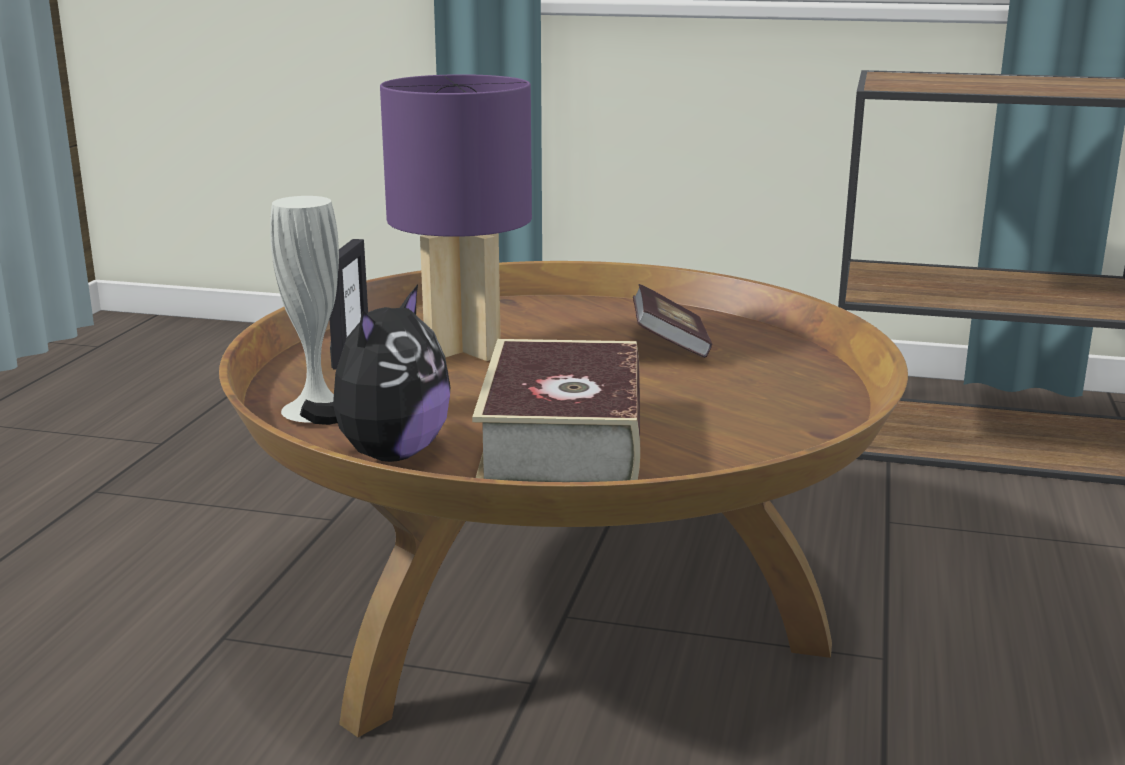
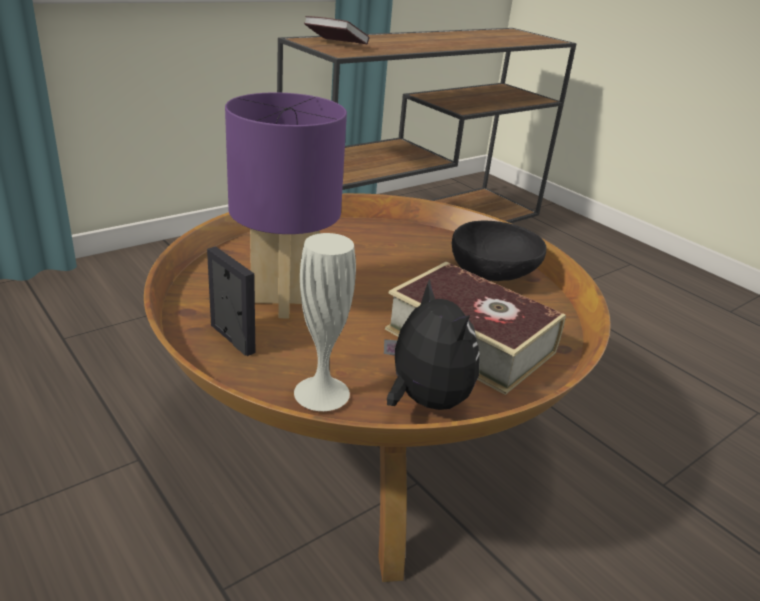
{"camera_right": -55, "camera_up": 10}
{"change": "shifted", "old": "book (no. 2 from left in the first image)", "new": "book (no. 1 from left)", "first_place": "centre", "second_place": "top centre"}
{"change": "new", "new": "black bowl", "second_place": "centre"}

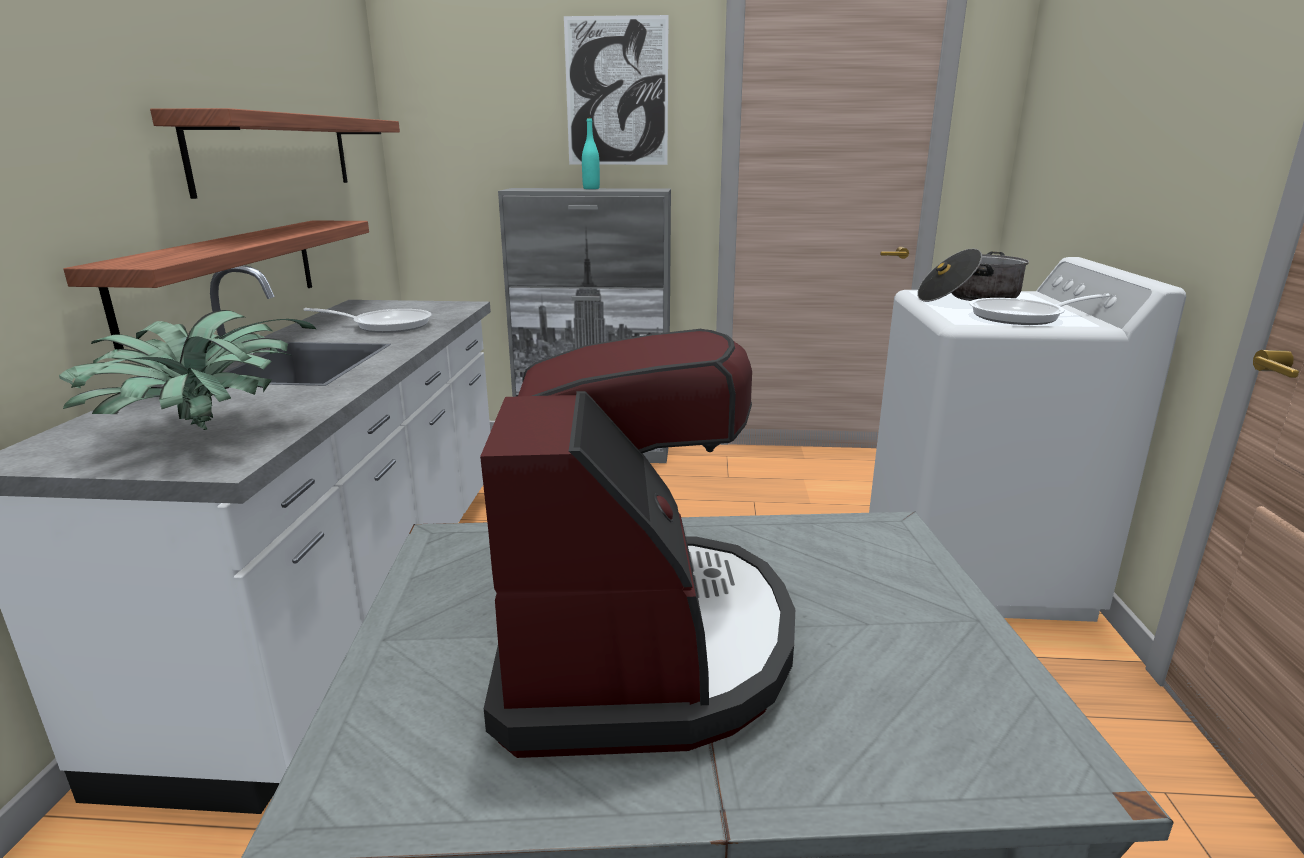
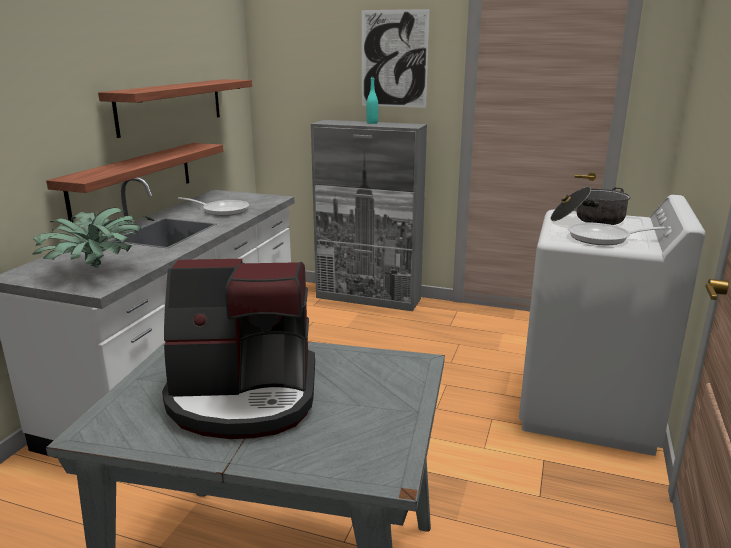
{"camera_right": 15, "camera_up": 0}
{"change": "rotated", "old": "coffee machine", "first_place": "centre", "second_place": "middle left", "degrees": 75}

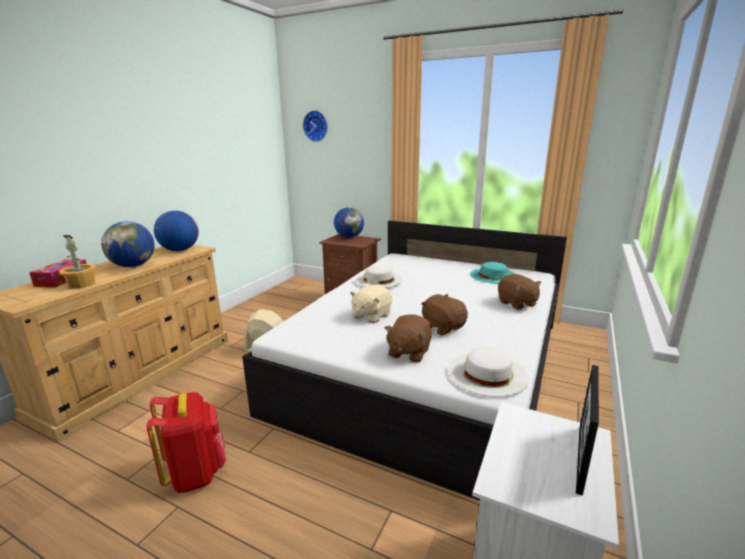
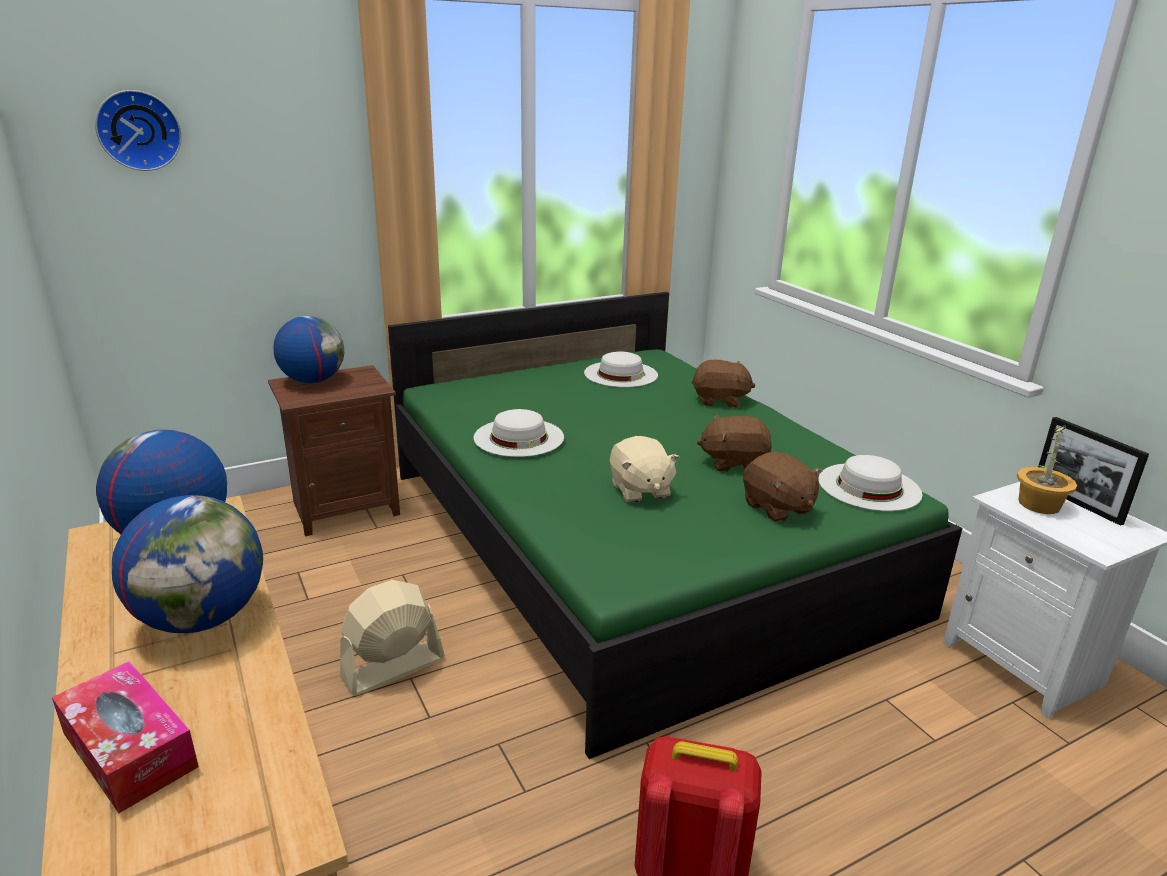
{"camera_right": -55, "camera_up": 5}
{"change": "repainted", "old": "white bed", "new": "green bed", "first_place": "centre", "second_place": "centre"}
{"change": "repainted", "old": "turquoise hat", "new": "white hat (no. 2 from left)", "first_place": "centre", "second_place": "centre"}
{"change": "shifted", "old": "potted plant", "first_place": "middle left", "second_place": "middle right"}

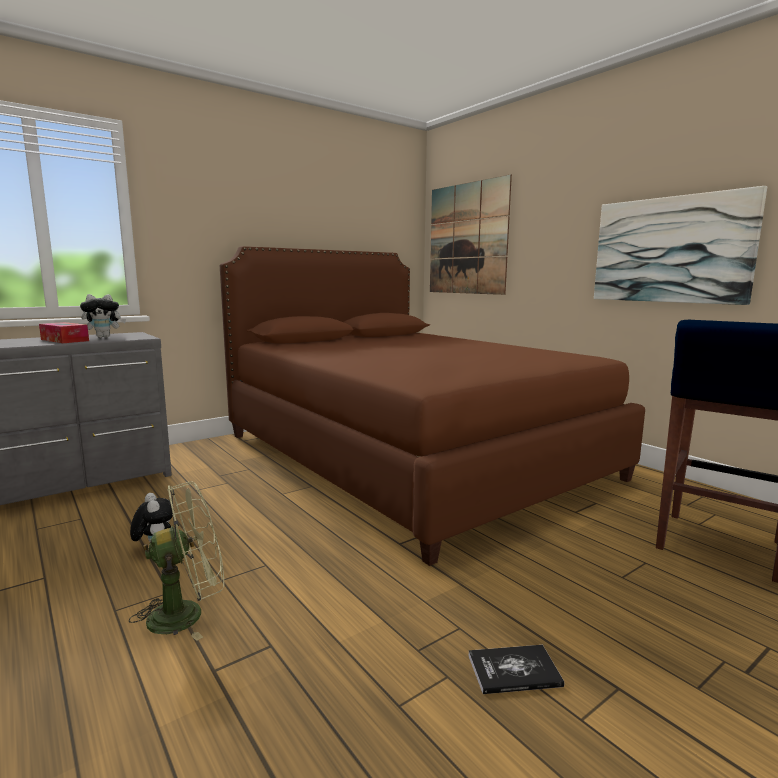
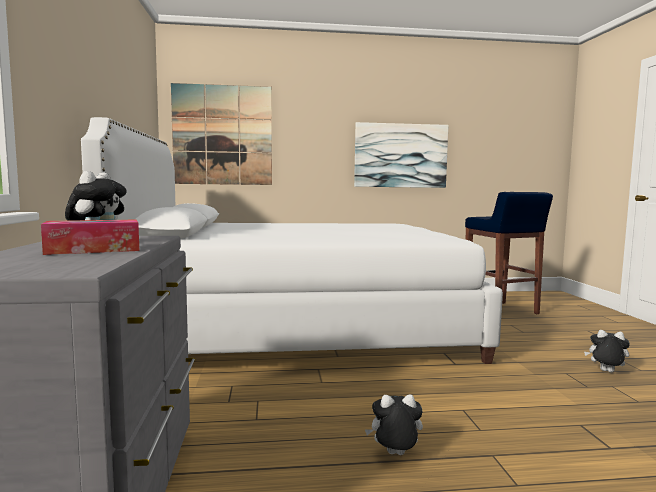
{"camera_right": -60, "camera_up": -5}
{"change": "repainted", "old": "brown bed", "new": "white bed", "first_place": "centre", "second_place": "centre"}
{"change": "swapped", "old": "book", "new": "plush toy (no. 3 from left)", "first_place": "bottom centre", "second_place": "bottom right"}
{"change": "gone", "old": "green fan", "first_place": "bottom left"}

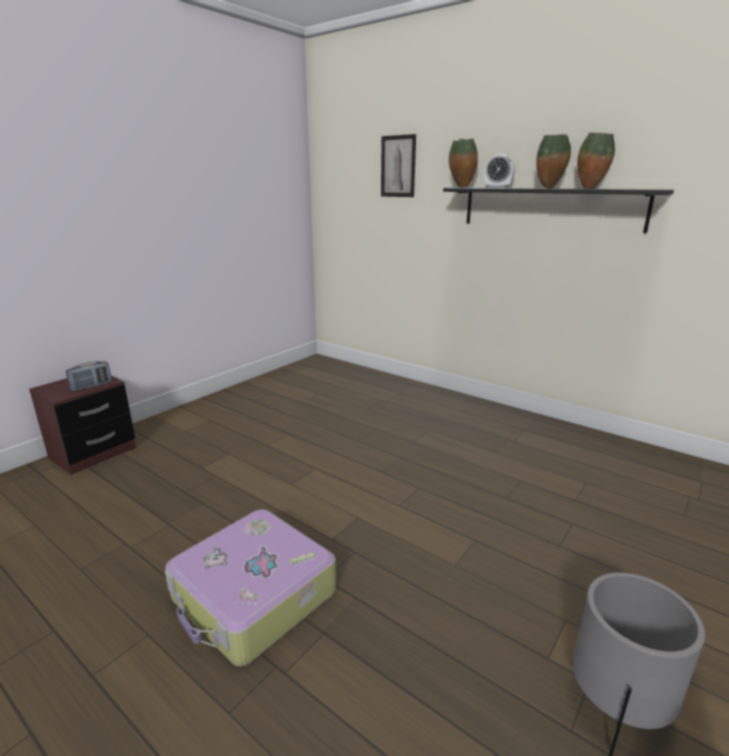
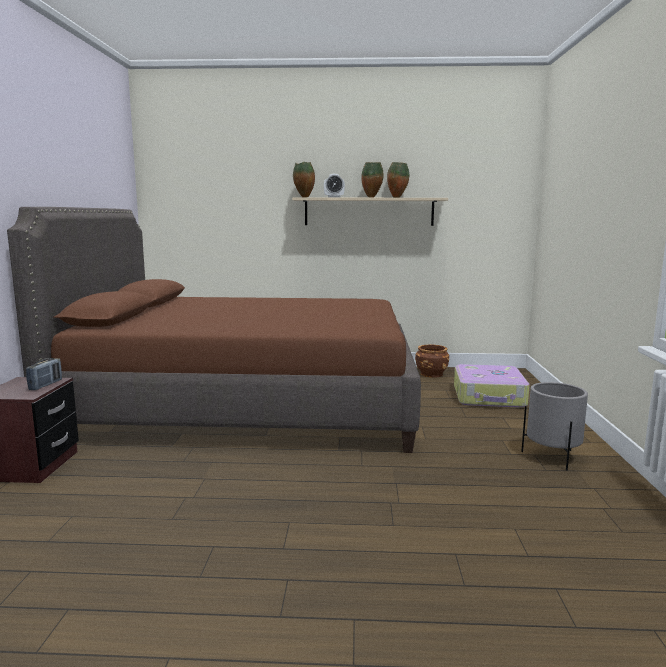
{"camera_right": -35, "camera_up": -10}
{"change": "new", "new": "brown bed", "second_place": "middle left"}
{"change": "repainted", "old": "black shelf", "new": "beige shelf", "first_place": "top right", "second_place": "top centre"}
{"change": "new", "new": "brown planter", "second_place": "centre"}
{"change": "shifted", "old": "suitcase", "first_place": "bottom centre", "second_place": "middle right"}
{"change": "gone", "old": "picture", "first_place": "top centre"}

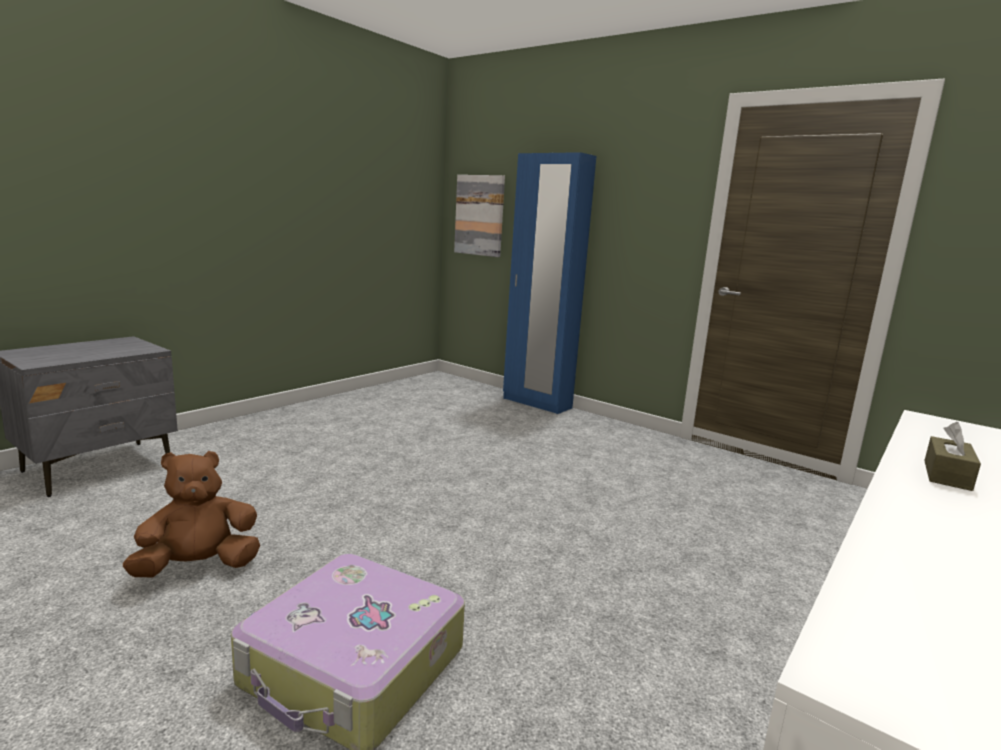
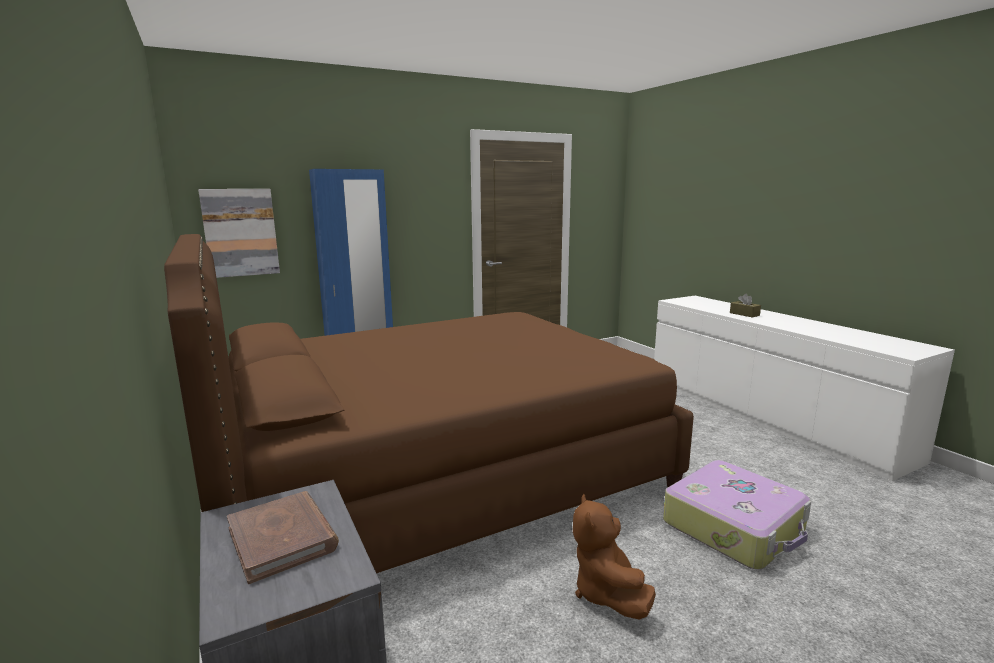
{"camera_right": -65, "camera_up": 0}
{"change": "new", "new": "brown bed", "second_place": "centre"}
{"change": "new", "new": "brown book", "second_place": "bottom left"}

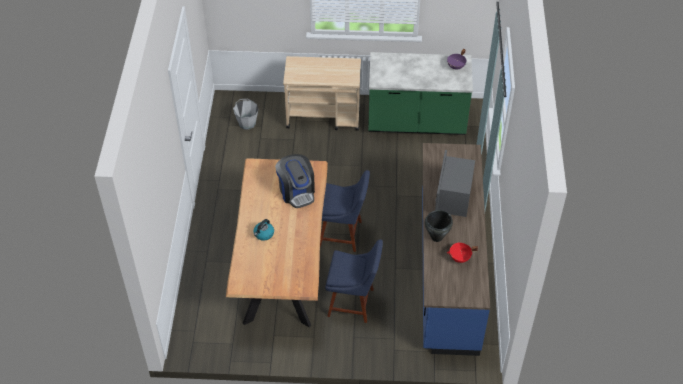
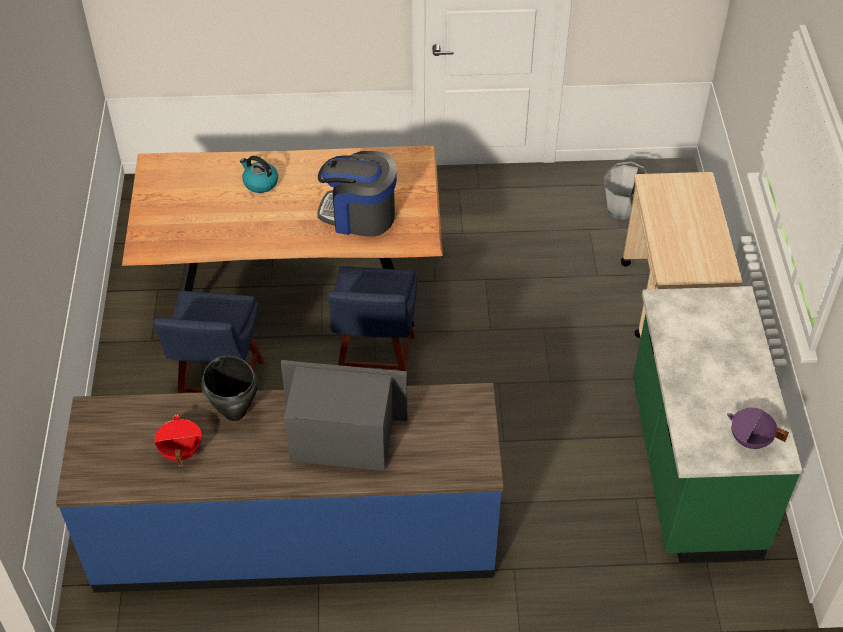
{"camera_right": 85, "camera_up": 0}
{"change": "rotated", "old": "coffee machine", "first_place": "centre", "second_place": "top centre", "degrees": 45}

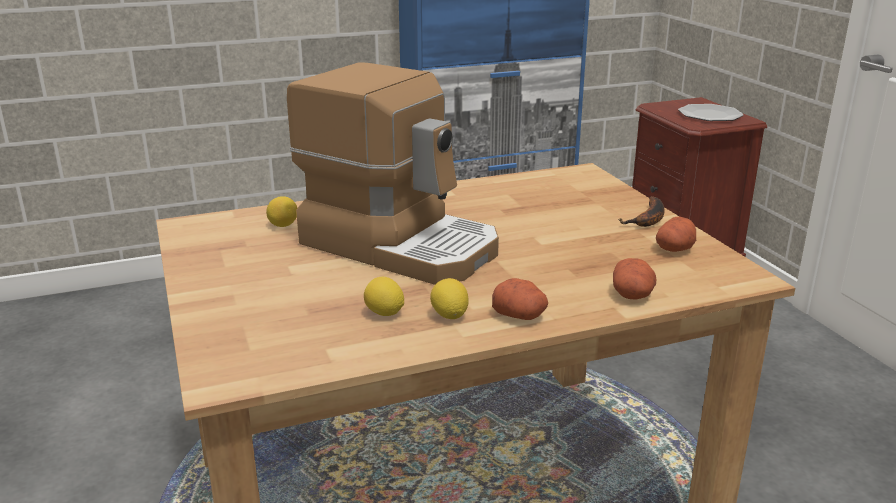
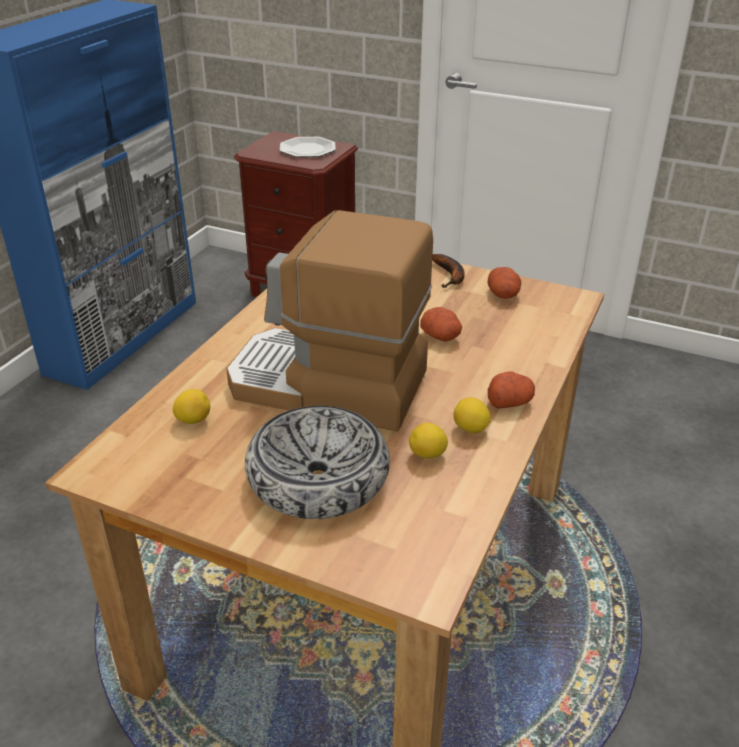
{"camera_right": -45, "camera_up": 10}
{"change": "rotated", "old": "coffee machine", "first_place": "centre", "second_place": "centre", "degrees": -150}
{"change": "new", "new": "bowl", "second_place": "centre"}
{"change": "shifted", "old": "potato (no. 2 from left in the first image)", "new": "potato (no. 1 from left)", "first_place": "middle right", "second_place": "centre"}

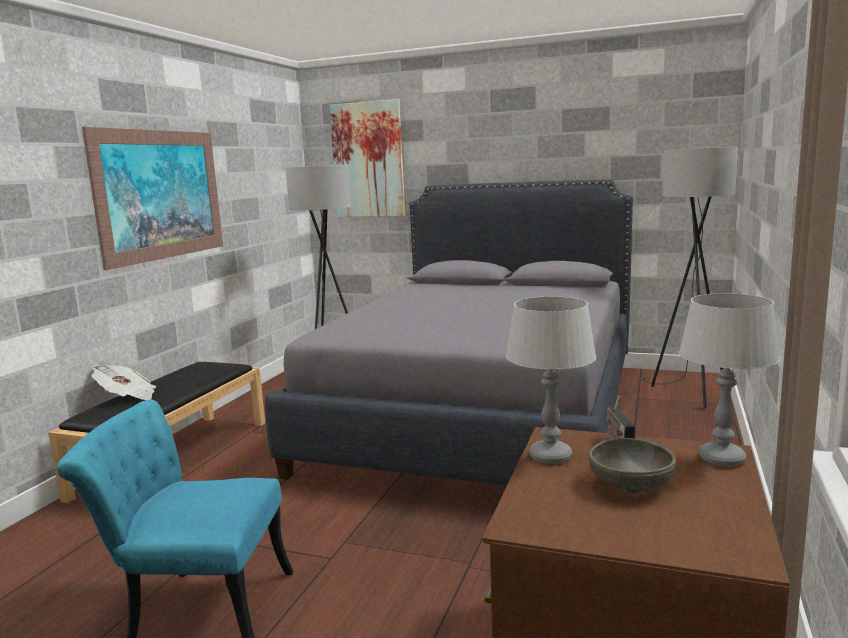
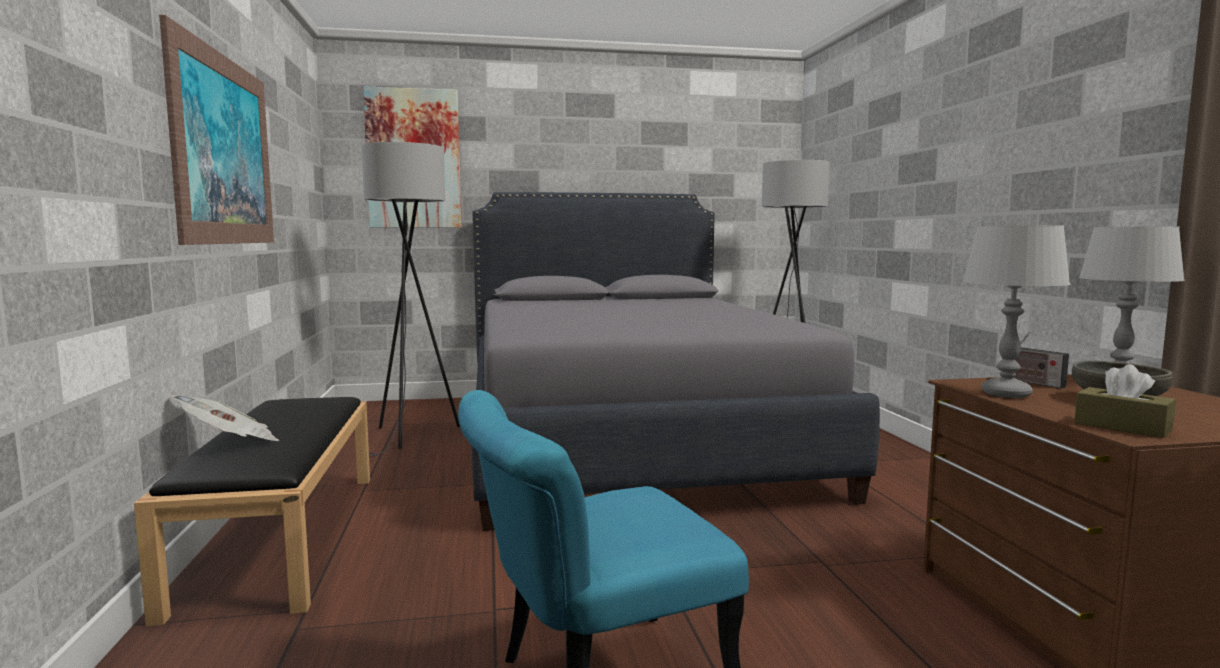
{"camera_right": -30, "camera_up": -5}
{"change": "new", "new": "brown tissue box", "second_place": "middle right"}

